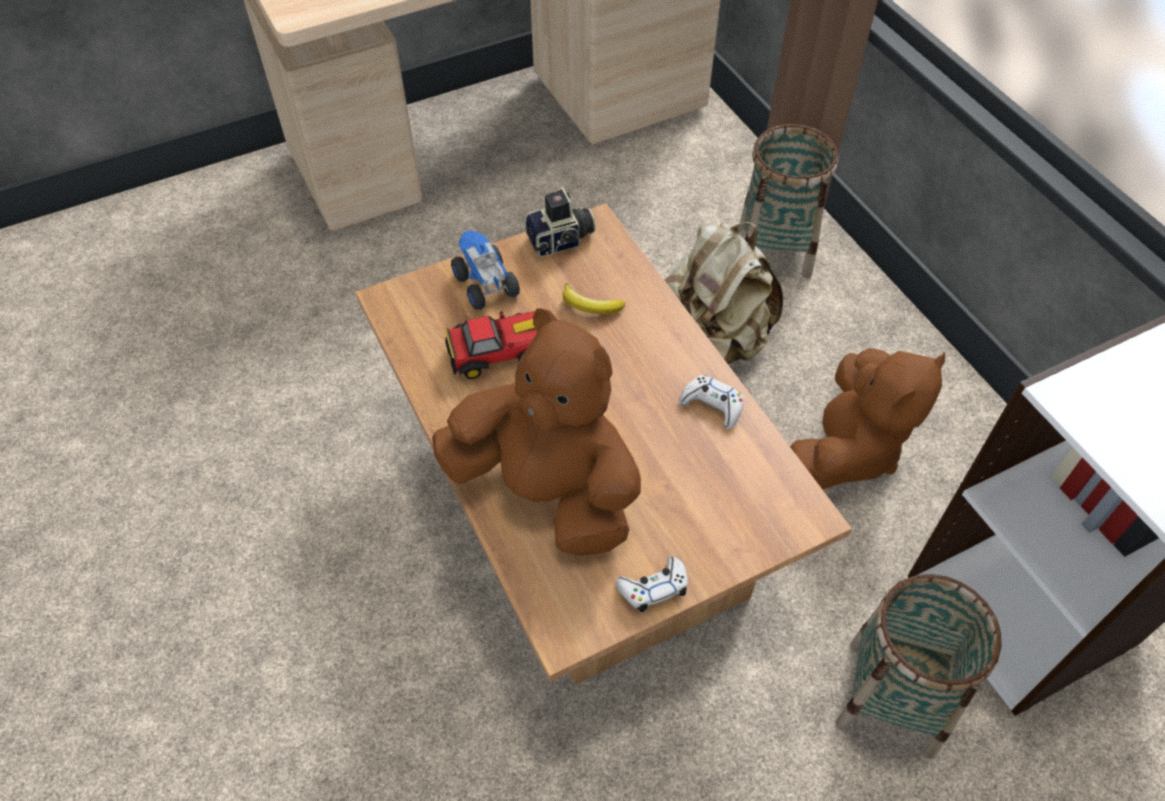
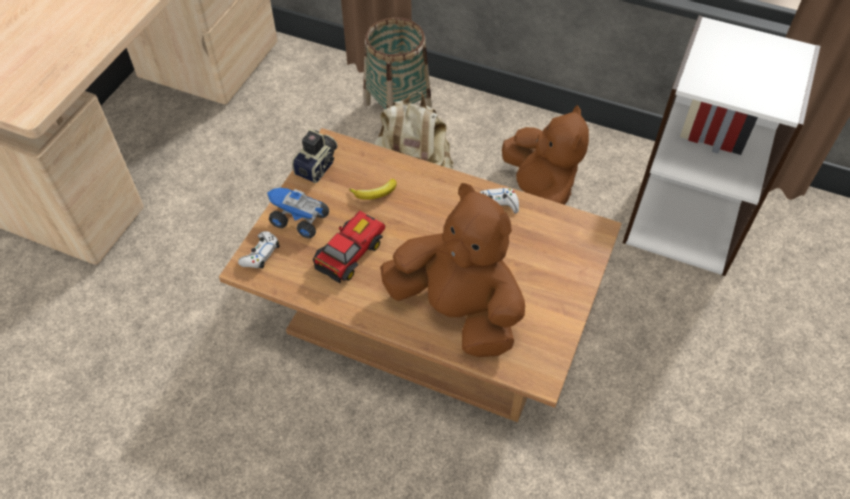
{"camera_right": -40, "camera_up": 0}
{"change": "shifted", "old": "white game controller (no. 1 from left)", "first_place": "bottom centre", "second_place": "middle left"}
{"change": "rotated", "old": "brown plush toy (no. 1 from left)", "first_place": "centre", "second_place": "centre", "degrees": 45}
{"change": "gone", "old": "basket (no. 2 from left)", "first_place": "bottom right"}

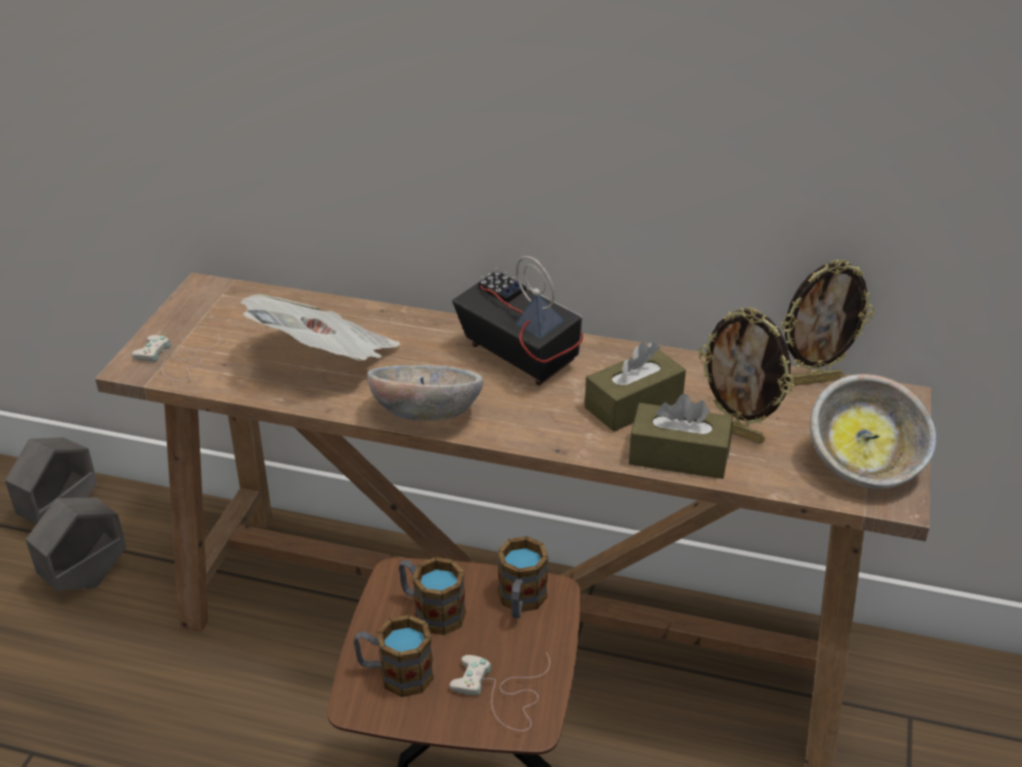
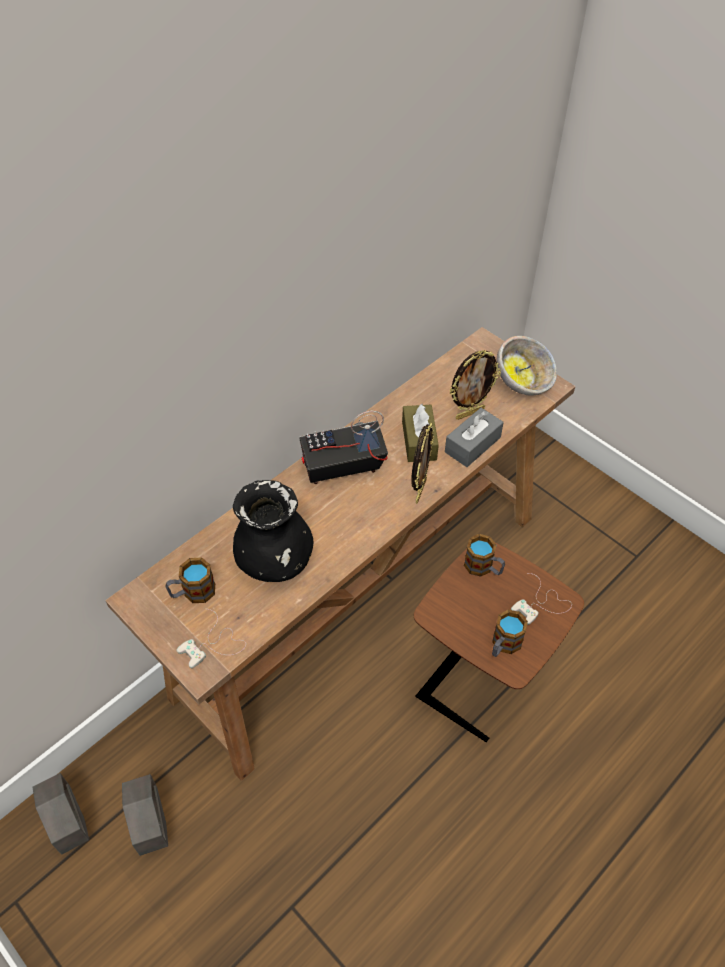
{"camera_right": -60, "camera_up": 15}
{"change": "shifted", "old": "mug (no. 2 from left in the first image)", "new": "mug (no. 1 from left)", "first_place": "bottom centre", "second_place": "middle left"}
{"change": "swapped", "old": "newspaper", "new": "black vase", "first_place": "middle left", "second_place": "centre"}
{"change": "shifted", "old": "picture frame (no. 2 from left in the first image)", "new": "picture frame (no. 1 from left)", "first_place": "middle right", "second_place": "centre"}
{"change": "repainted", "old": "brown tissue box (no. 2 from left)", "new": "grey tissue box", "first_place": "centre", "second_place": "centre"}
{"change": "gone", "old": "bowl (no. 1 from left)", "first_place": "centre"}

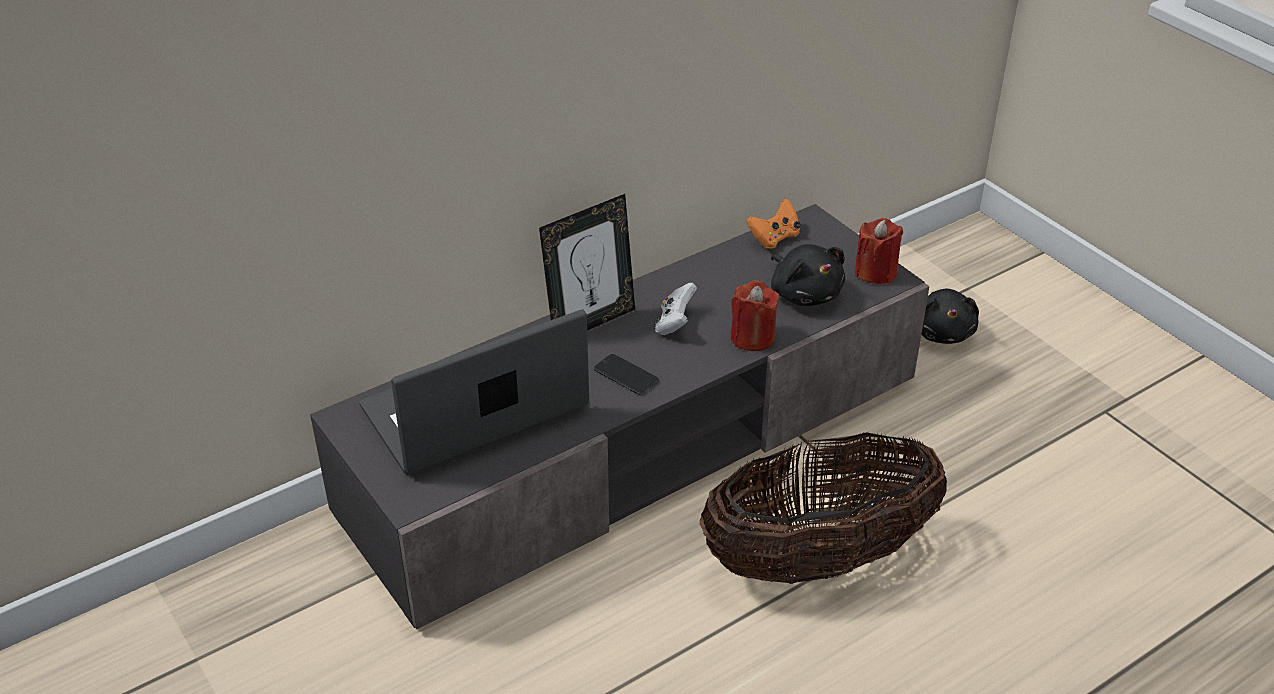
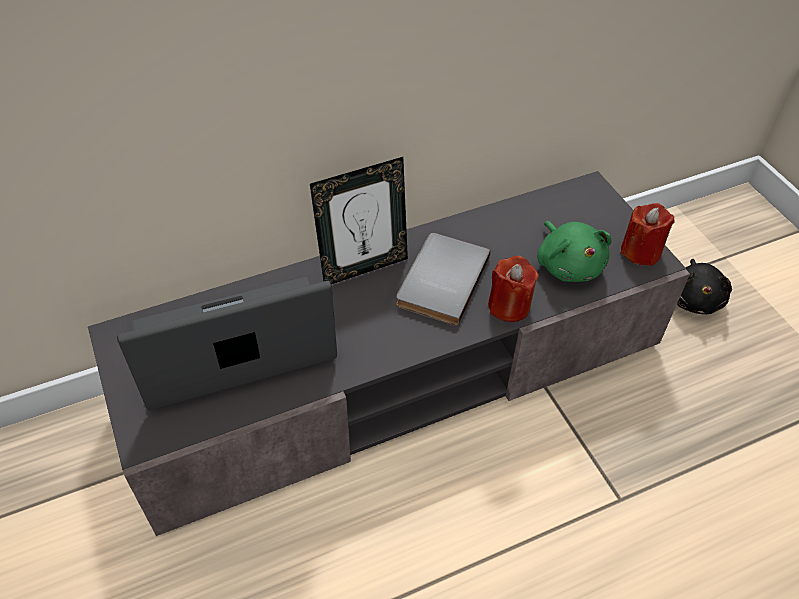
{"camera_right": 10, "camera_up": 10}
{"change": "swapped", "old": "white game controller", "new": "grey book", "first_place": "centre", "second_place": "centre"}
{"change": "repainted", "old": "black plush toy (no. 1 from left)", "new": "green plush toy", "first_place": "centre", "second_place": "middle right"}
{"change": "gone", "old": "phone", "first_place": "centre"}
{"change": "gone", "old": "basket", "first_place": "bottom centre"}
{"change": "gone", "old": "orange game controller", "first_place": "top centre"}

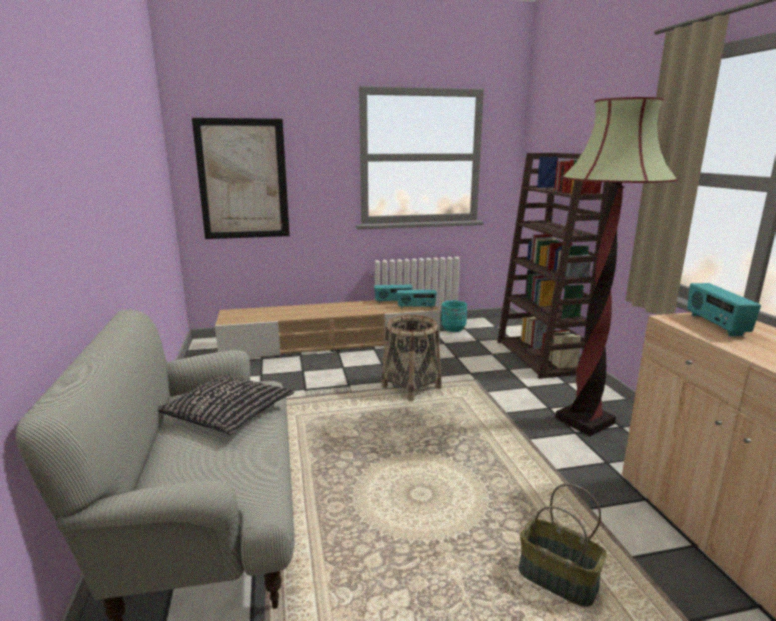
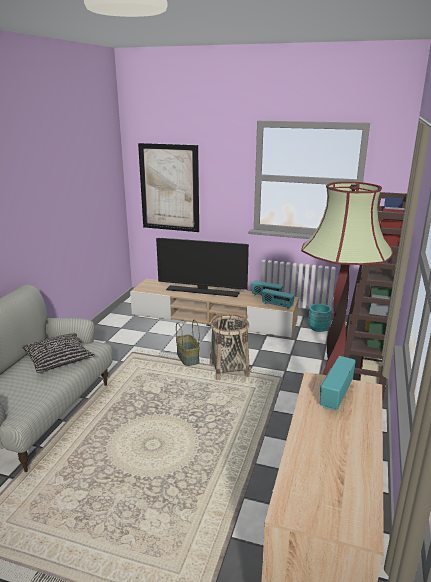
{"camera_right": 30, "camera_up": 5}
{"change": "new", "new": "television", "second_place": "centre"}
{"change": "shifted", "old": "basket (no. 2 from left in the first image)", "new": "basket (no. 1 from left)", "first_place": "bottom right", "second_place": "centre"}

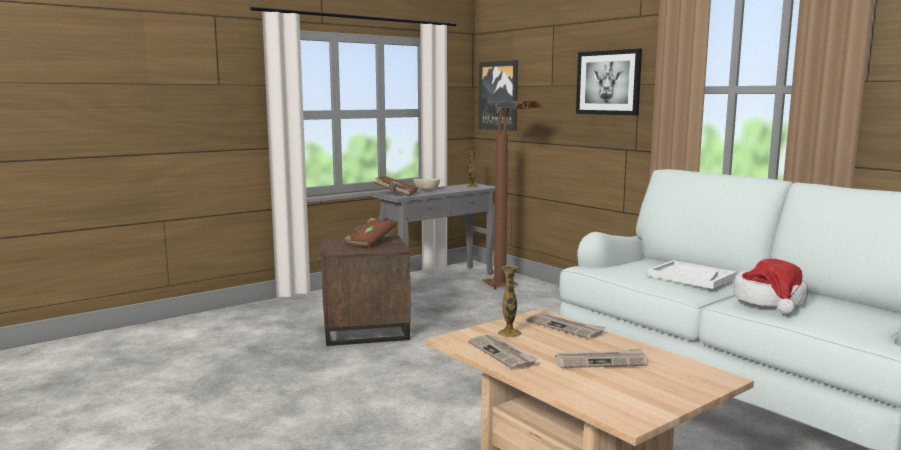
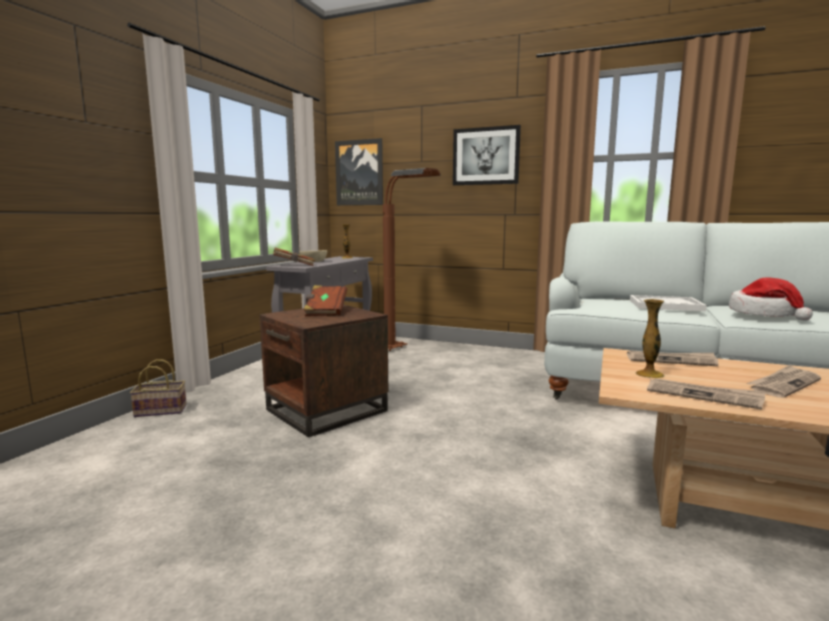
{"camera_right": -30, "camera_up": 0}
{"change": "new", "new": "basket", "second_place": "middle left"}

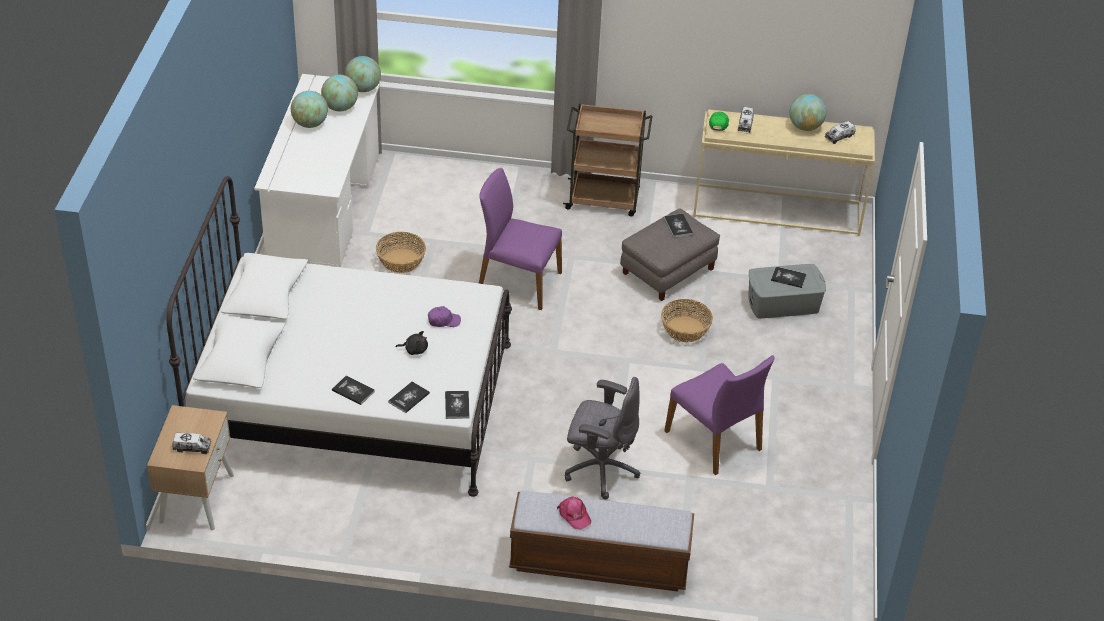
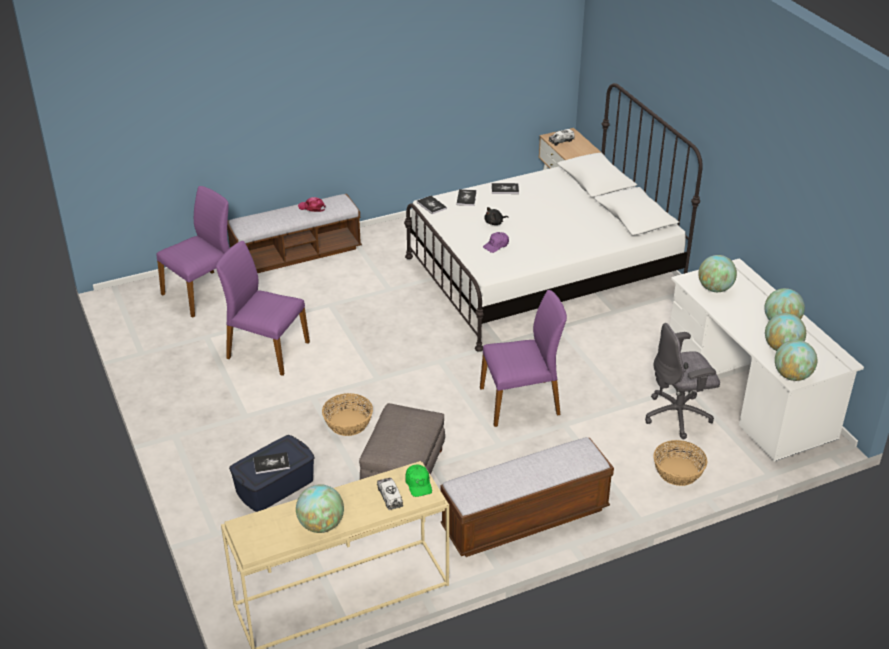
{"camera_right": 150, "camera_up": -5}
{"change": "new", "new": "purple chair (no. 1 from left)", "second_place": "middle left"}
{"change": "repainted", "old": "grey storage box", "new": "blue storage box", "first_place": "middle right", "second_place": "bottom left"}
{"change": "swapped", "old": "brown cart", "new": "bench (no. 2 from left)", "first_place": "top centre", "second_place": "bottom centre"}
{"change": "shifted", "old": "grey office chair", "first_place": "bottom centre", "second_place": "middle right"}
{"change": "shifted", "old": "basket (no. 1 from left in the first image)", "new": "basket (no. 2 from left)", "first_place": "centre", "second_place": "bottom right"}
{"change": "new", "new": "globe (no. 2 from left)", "second_place": "middle right"}
{"change": "gone", "old": "book (no. 4 from left)", "first_place": "centre"}
{"change": "gone", "old": "toy truck (no. 3 from left)", "first_place": "top right"}

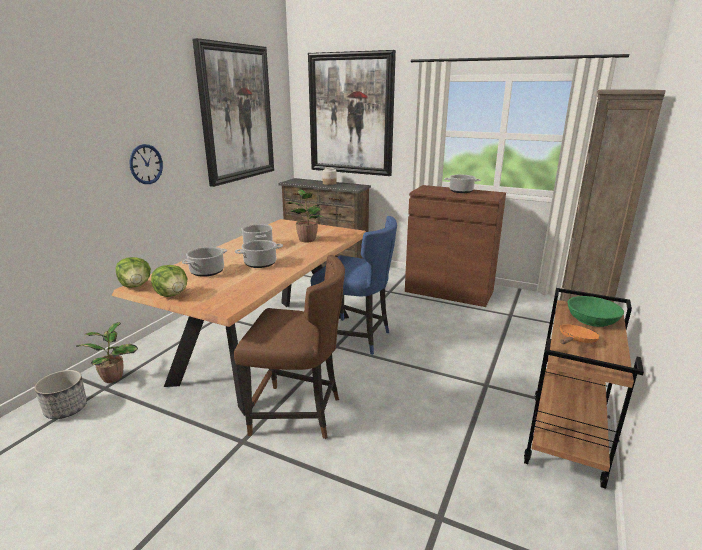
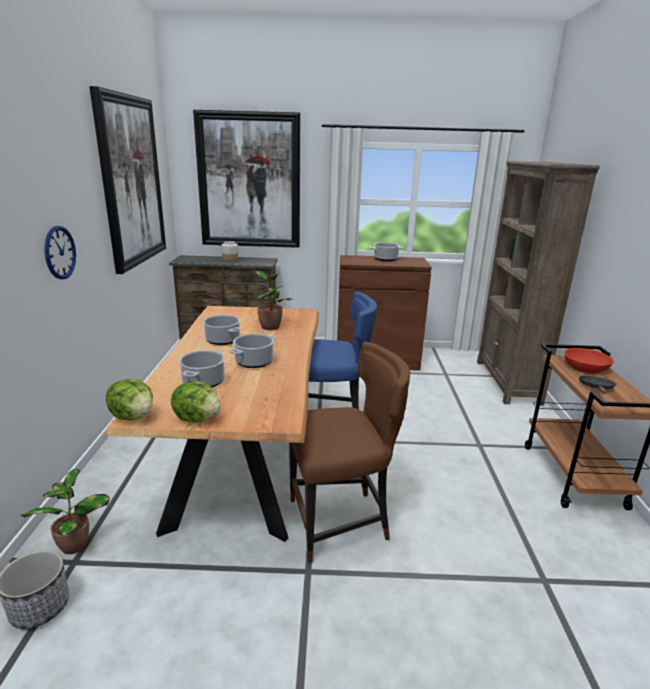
{"camera_right": -25, "camera_up": 0}
{"change": "repainted", "old": "green bowl", "new": "red bowl", "first_place": "middle right", "second_place": "middle right"}
{"change": "repainted", "old": "orange frying pan", "new": "black frying pan", "first_place": "middle right", "second_place": "middle right"}

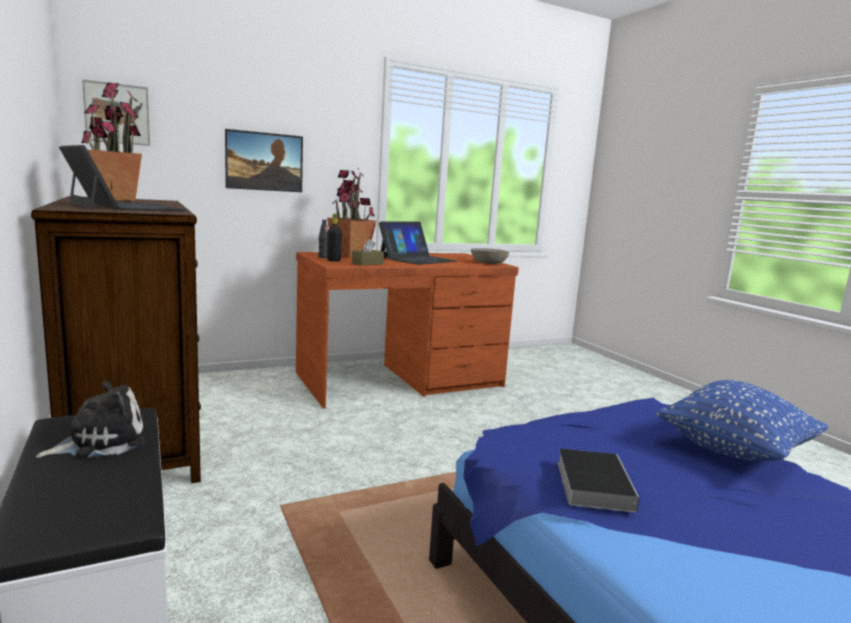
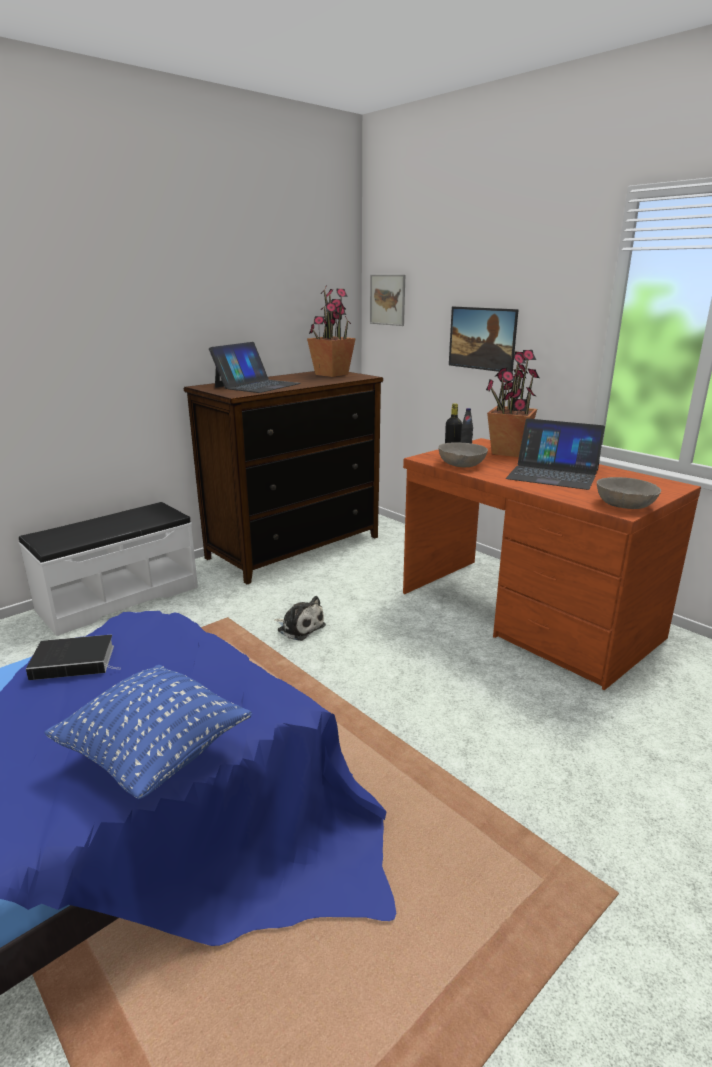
{"camera_right": 75, "camera_up": 10}
{"change": "shifted", "old": "plush toy", "first_place": "bottom left", "second_place": "centre"}
{"change": "swapped", "old": "brown tissue box", "new": "grey bowl (no. 1 from left)", "first_place": "centre", "second_place": "centre"}

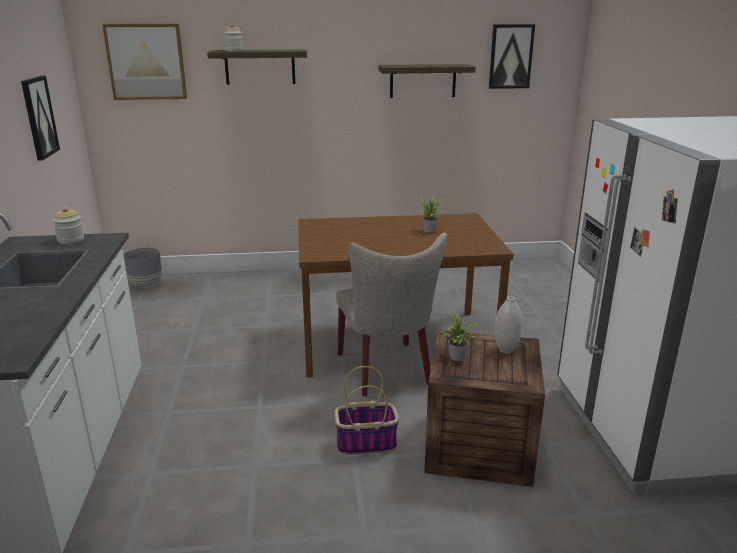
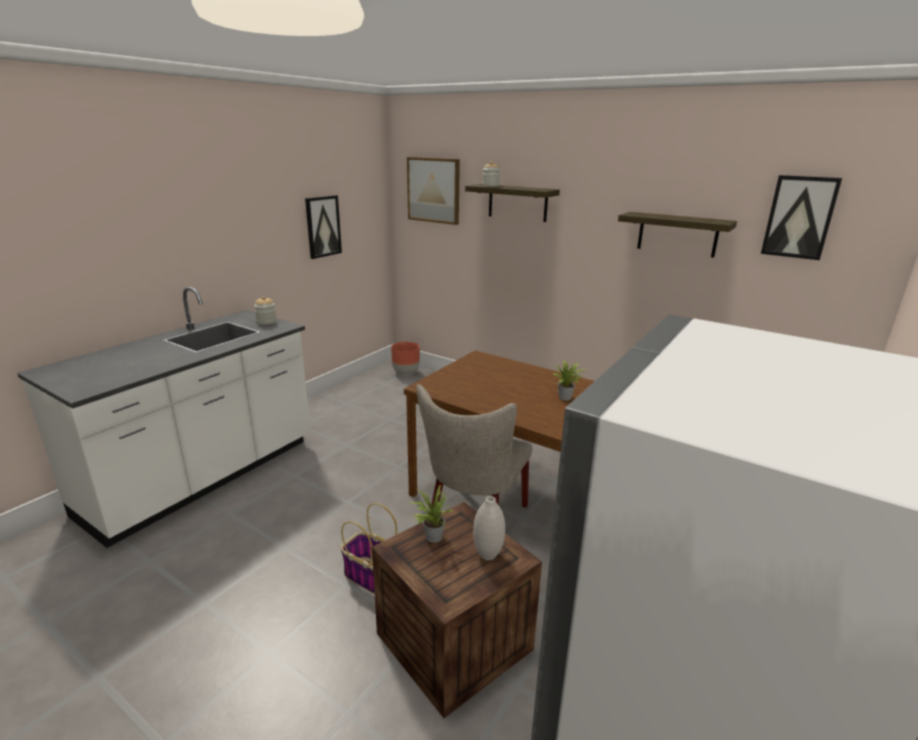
{"camera_right": 40, "camera_up": 0}
{"change": "repainted", "old": "grey planter", "new": "brown planter", "first_place": "middle left", "second_place": "centre"}

